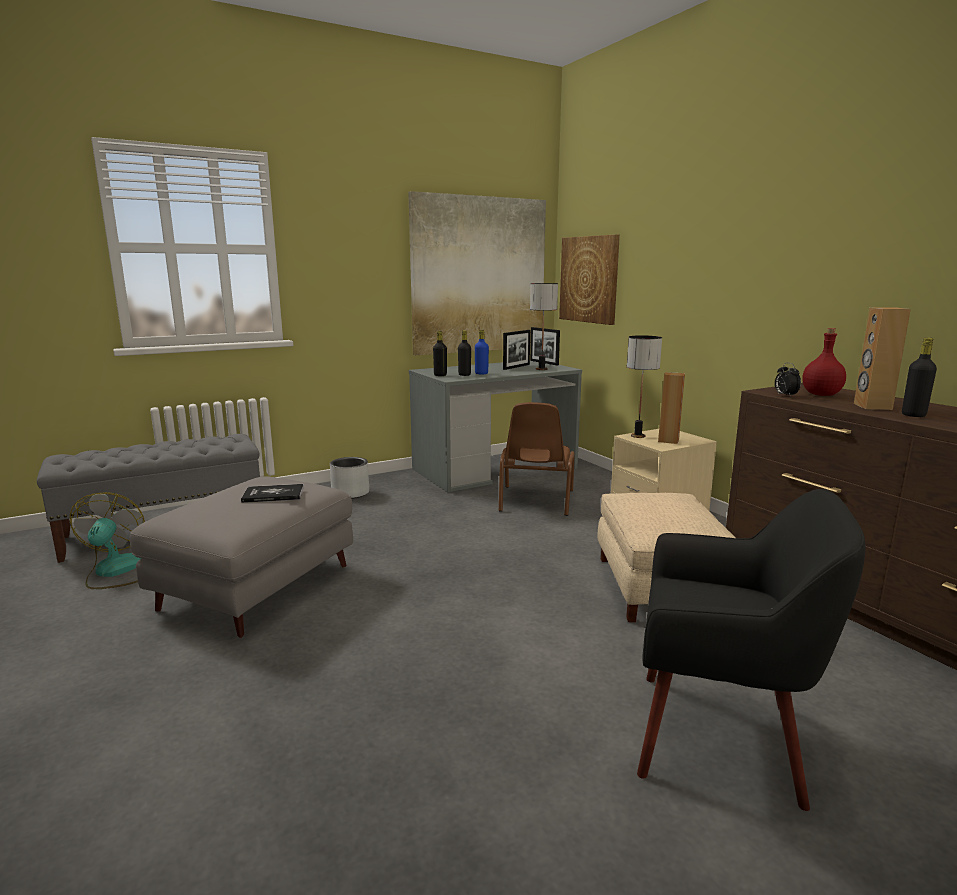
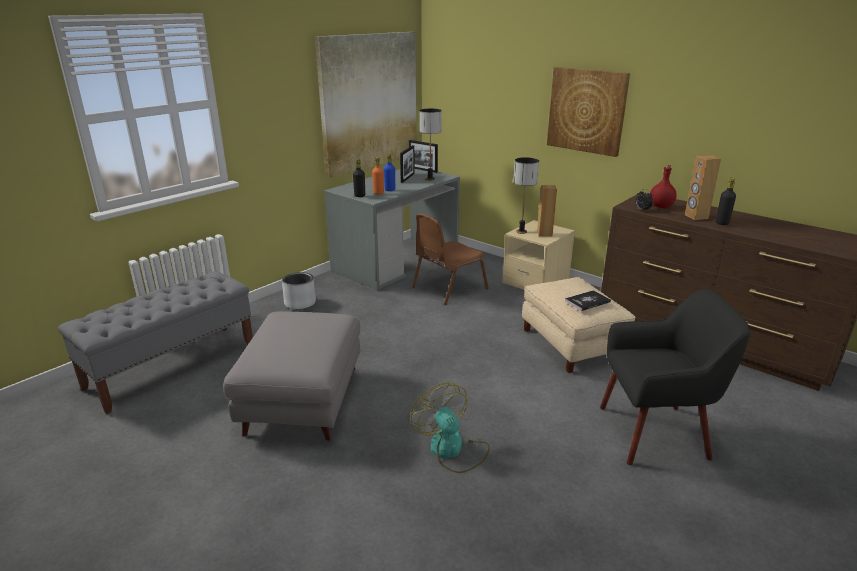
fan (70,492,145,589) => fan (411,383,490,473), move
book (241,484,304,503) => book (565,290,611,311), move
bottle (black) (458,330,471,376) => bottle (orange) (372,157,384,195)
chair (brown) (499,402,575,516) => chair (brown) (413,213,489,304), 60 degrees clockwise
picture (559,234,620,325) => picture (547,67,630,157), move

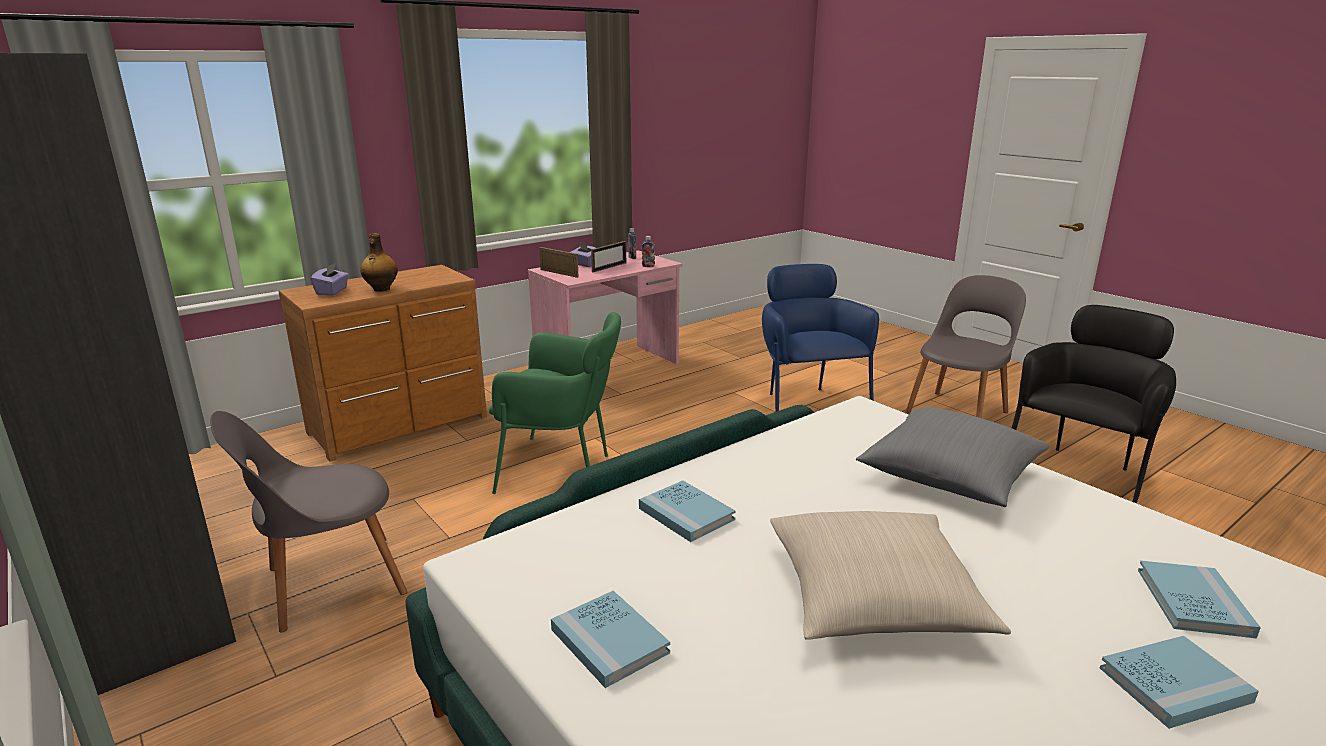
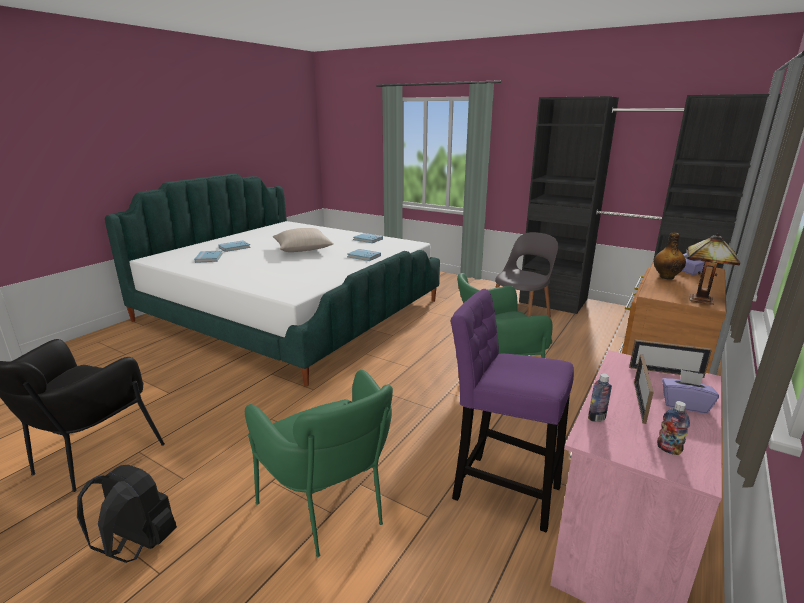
armchair (blue) (762,264,879,412) => armchair (green) (245,370,393,557)
pillow (grey) (856,407,1049,507) => nothing
chair (grey) (905,275,1026,418) => backpack (black) (77,465,177,563)
nothing => stool (purple) (451,289,574,532)
nothing => table lamp (688,233,740,305)

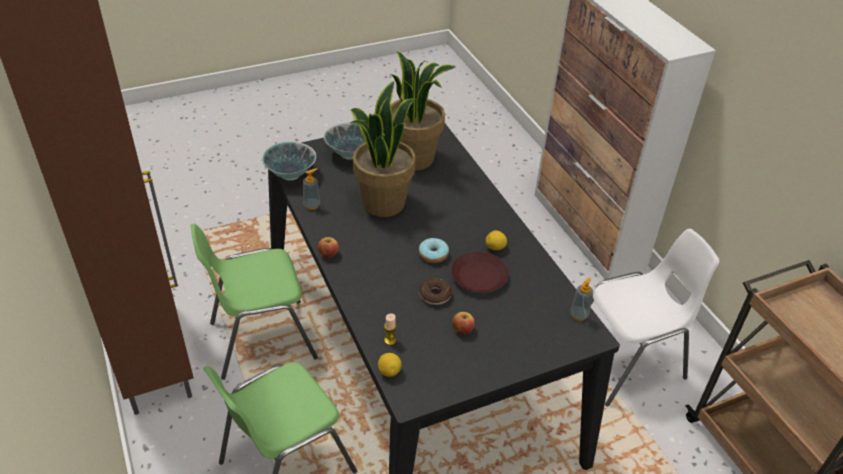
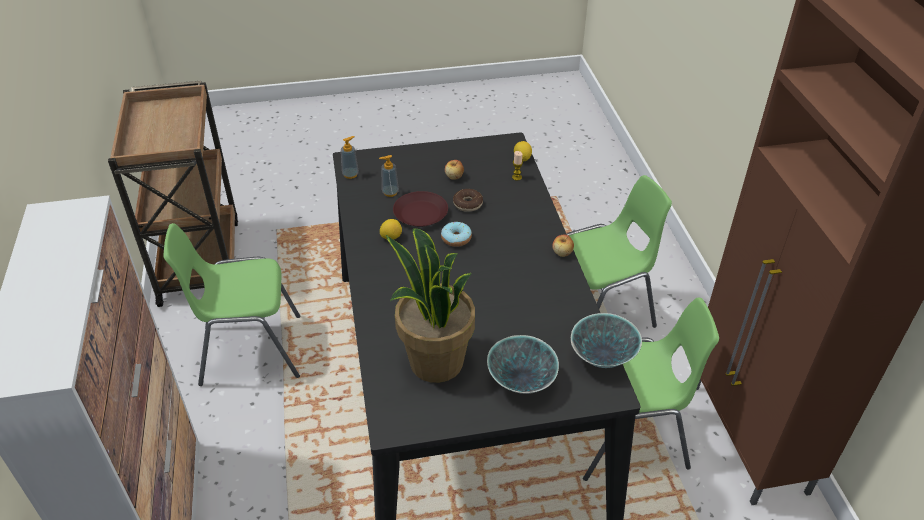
soap dispenser (303,168,320,210) => soap dispenser (379,155,399,197), move
potted plant (350,81,417,217) => nothing
chair (white) (591,229,719,406) => chair (green) (164,223,301,386)

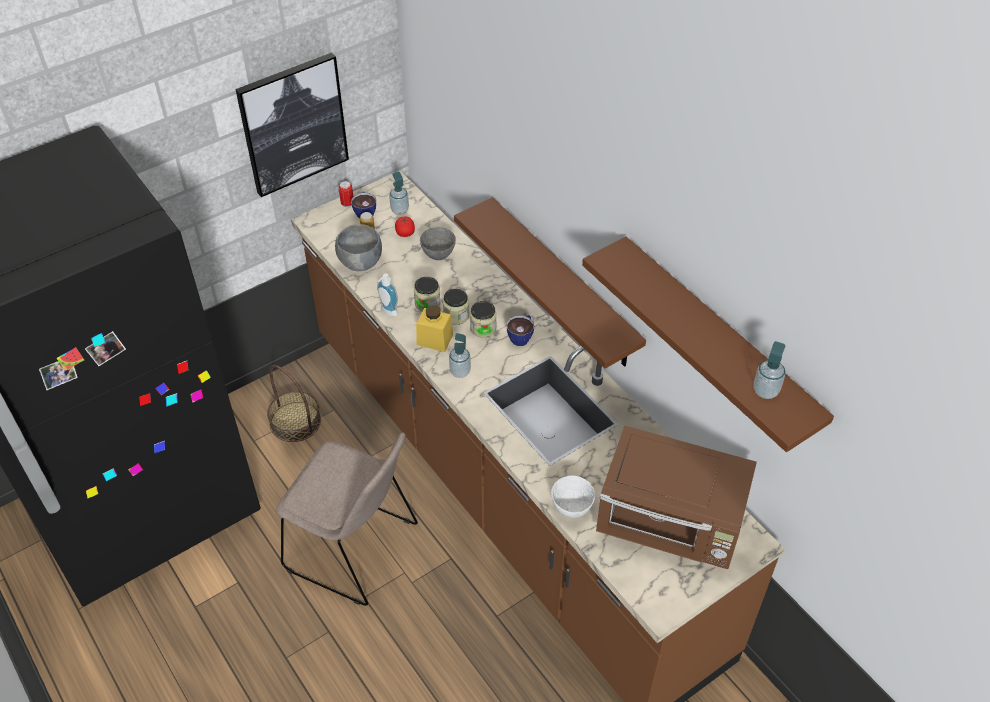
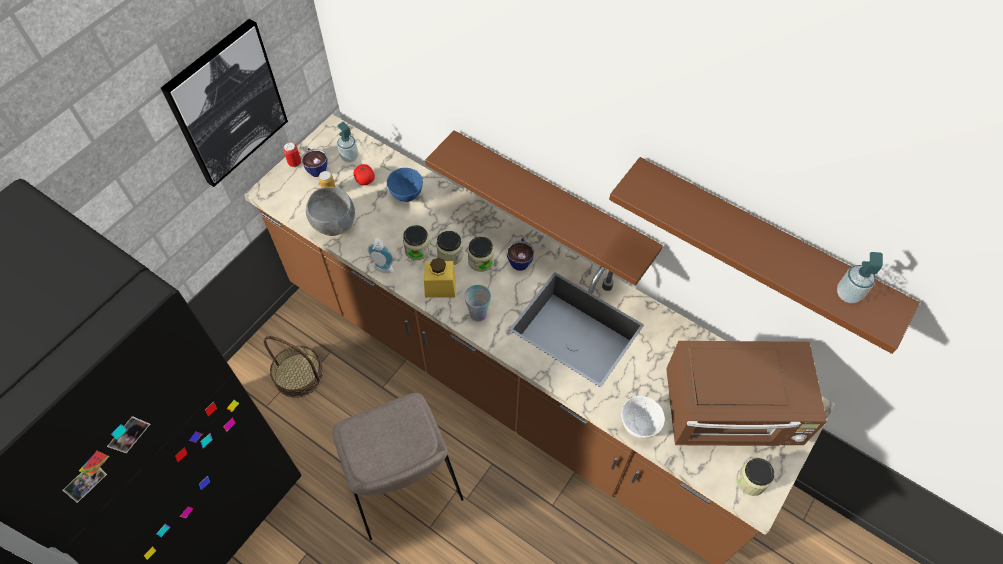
chair (beige) (276,432,418,606) => chair (beige) (333,393,464,540), 60 degrees clockwise
bowl (grey) (420,227,456,260) => bowl (blue) (387,168,423,202)
soap dispenser (449,333,471,378) => cup (464,285,491,321)
nothing => jar (736,458,774,496)

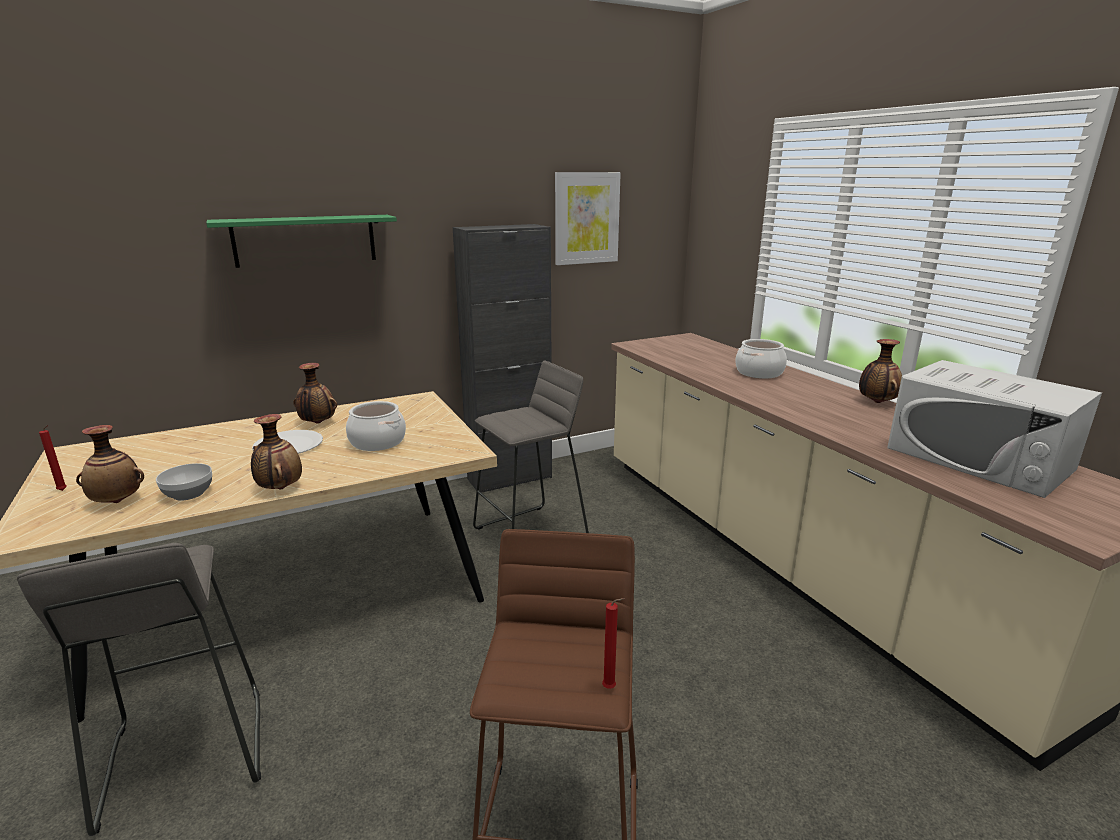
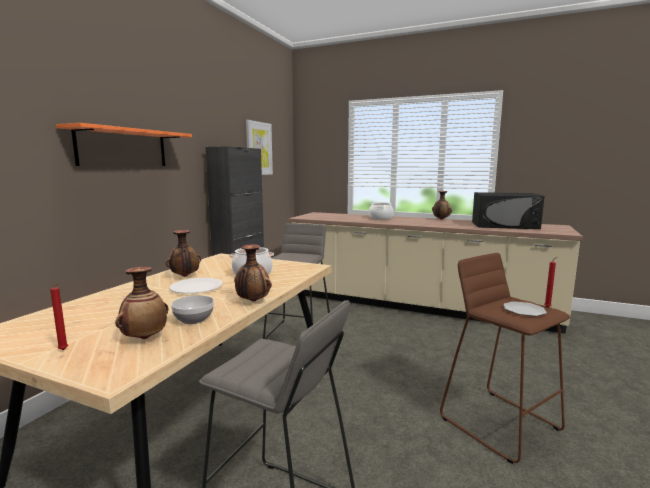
shelf (green) (206,215,397,268) => shelf (orange) (56,123,192,166)
microwave (white) (887,360,1102,498) => microwave (black) (472,192,544,229)
nothing => plate (503,301,547,316)

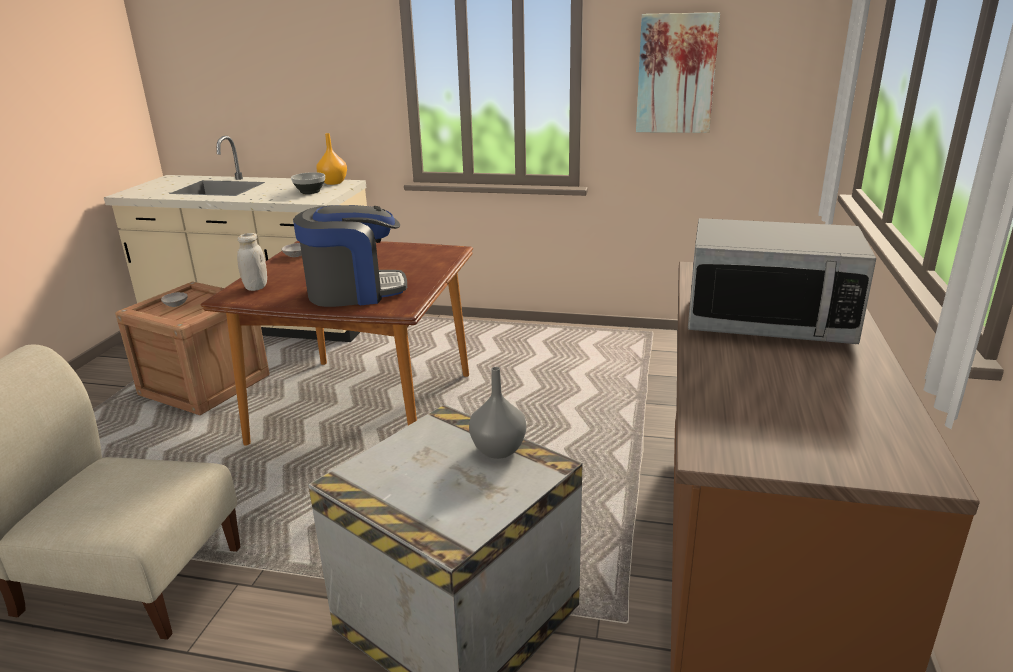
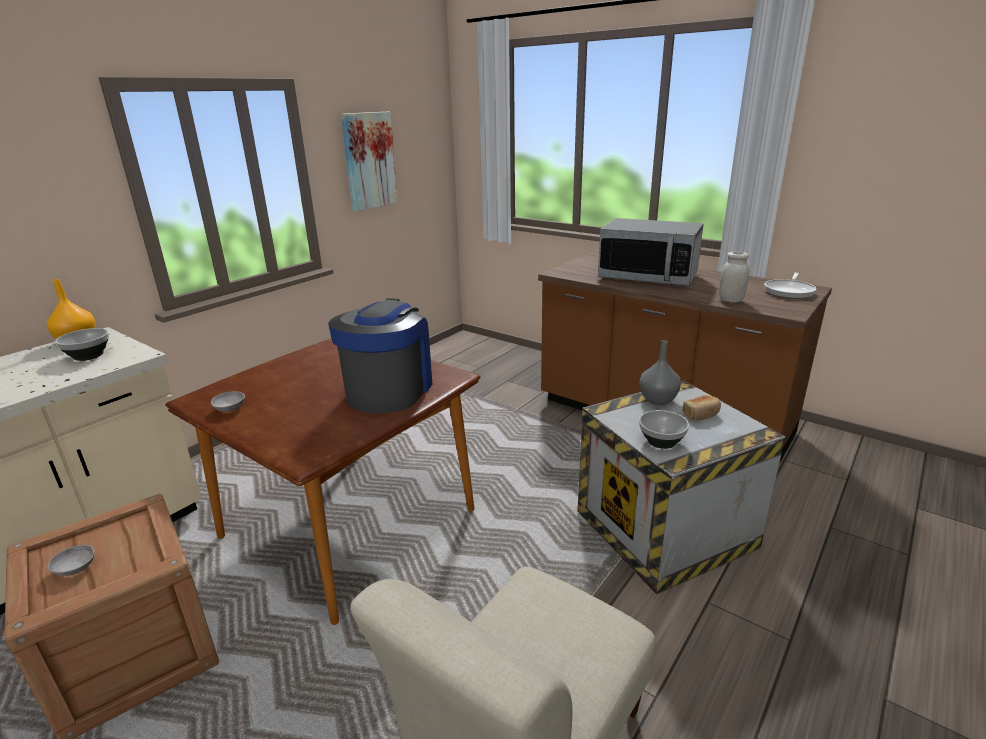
jar (white) (237,233,267,291) => jar (white) (719,252,749,302), move
microwave (688,218,876,344) => microwave (598,218,704,286), 75 degrees clockwise
nothing => bowl (639,410,689,449)
nothing => bread (682,395,721,421)
nothing => frying pan (764,273,816,299)

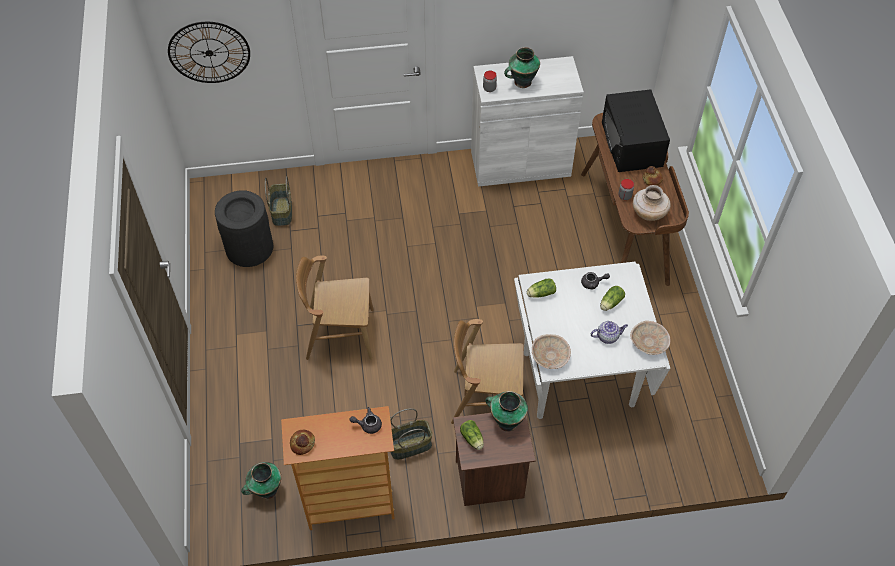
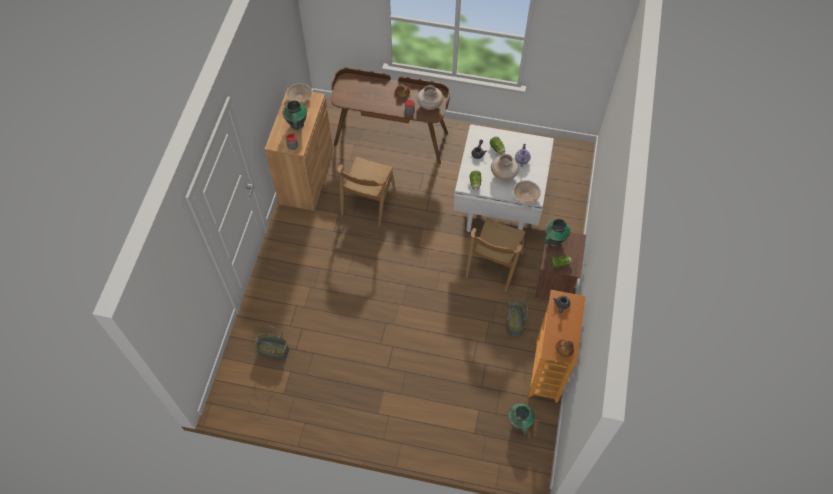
wall clock (168,22,250,83) => nothing
trash can (black) (215,190,273,267) => nothing
chair (brown) (296,256,374,360) => chair (brown) (338,156,396,226), move
cabinet (white) (471,56,584,187) => cabinet (brown) (264,88,333,211)
microwave (black) (602,89,670,172) => nothing
bowl (beige) (630,321,670,355) => bowl (beige) (286,83,312,103), move
nothing => vase (beige) (491,154,519,181)

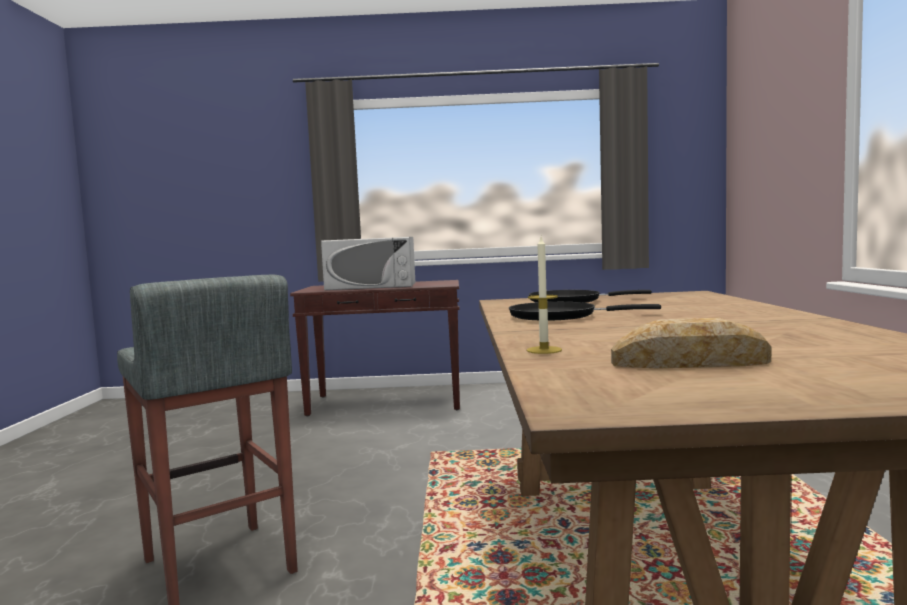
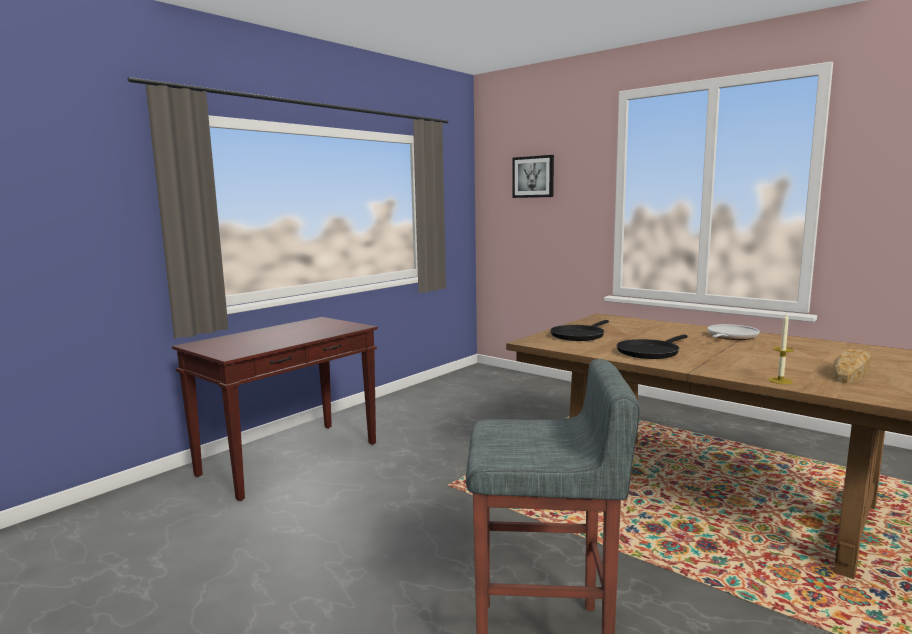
microwave (white) (321,237,415,290) => nothing
nothing => picture (512,155,554,198)
nothing => frying pan (708,324,760,340)

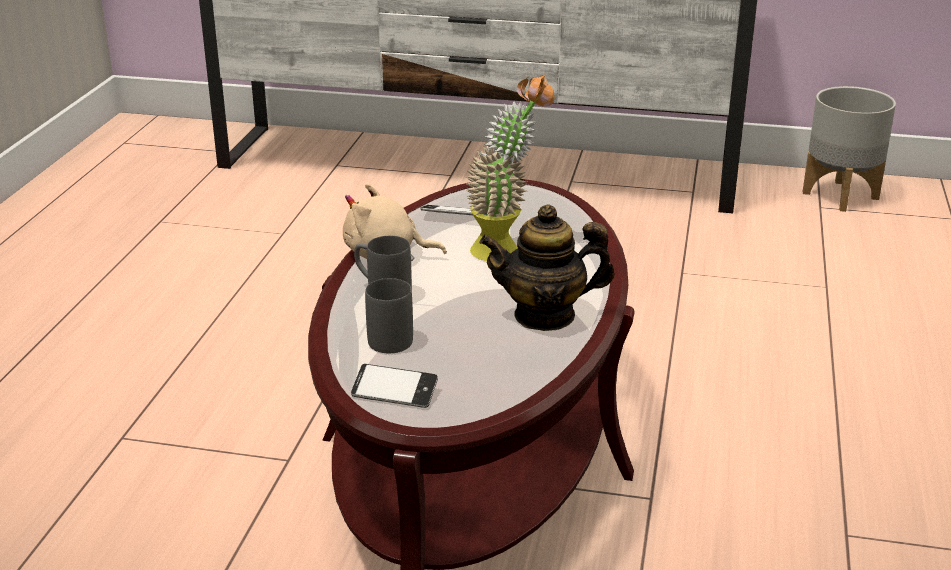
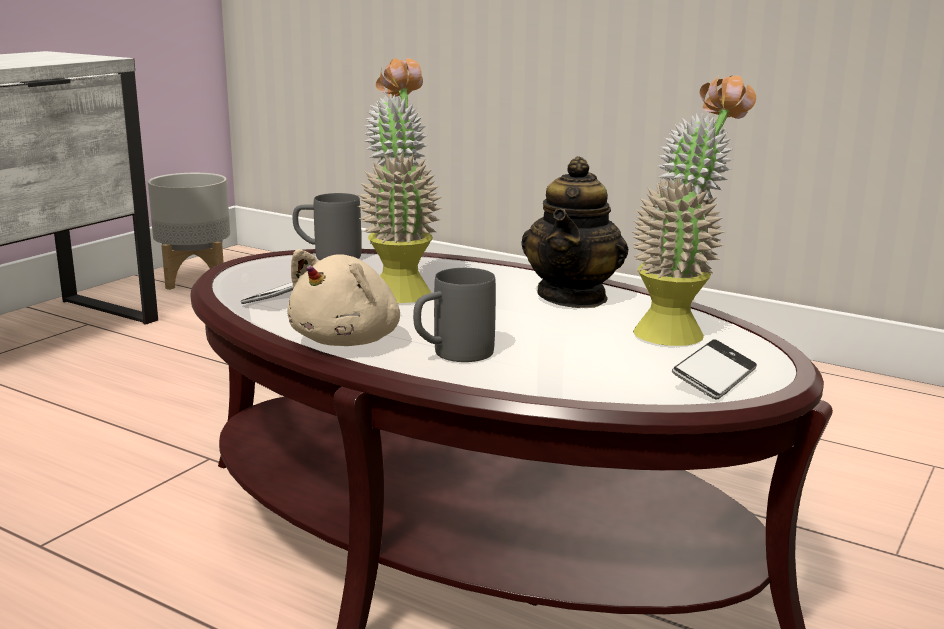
mug (grey) (365,278,413,353) => mug (grey) (293,193,361,260), move
nothing => potted plant (633,76,756,346)

